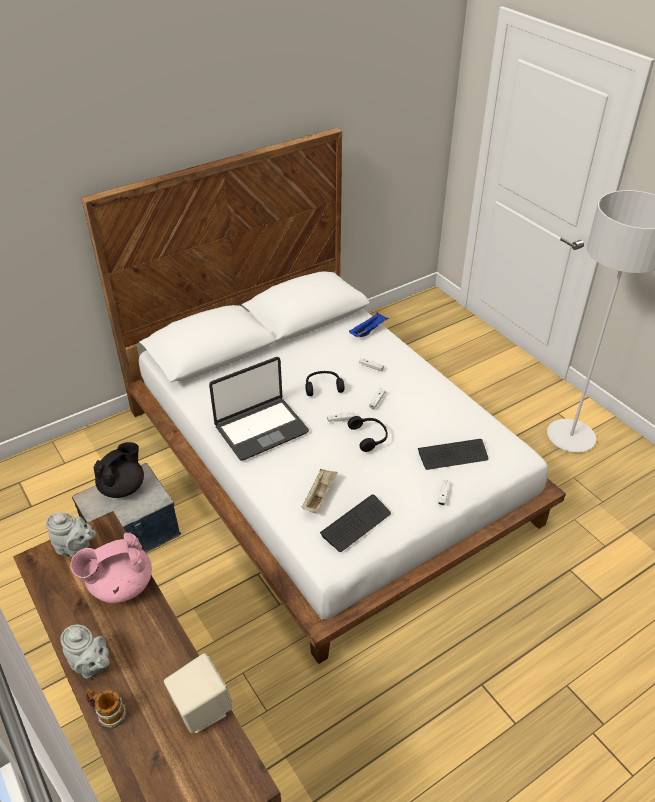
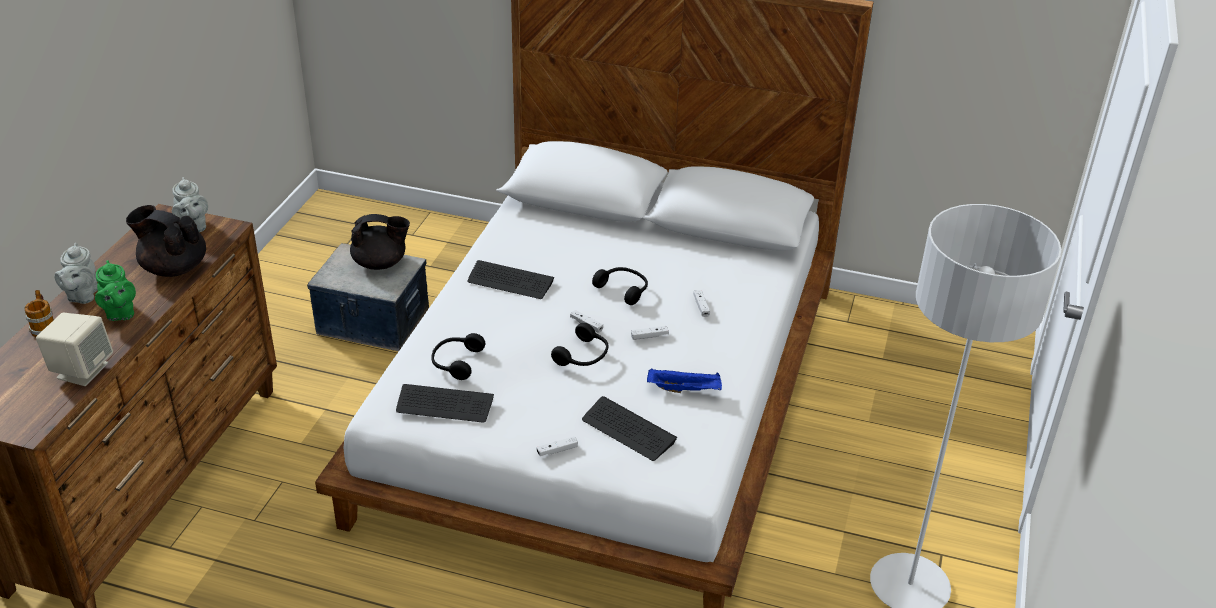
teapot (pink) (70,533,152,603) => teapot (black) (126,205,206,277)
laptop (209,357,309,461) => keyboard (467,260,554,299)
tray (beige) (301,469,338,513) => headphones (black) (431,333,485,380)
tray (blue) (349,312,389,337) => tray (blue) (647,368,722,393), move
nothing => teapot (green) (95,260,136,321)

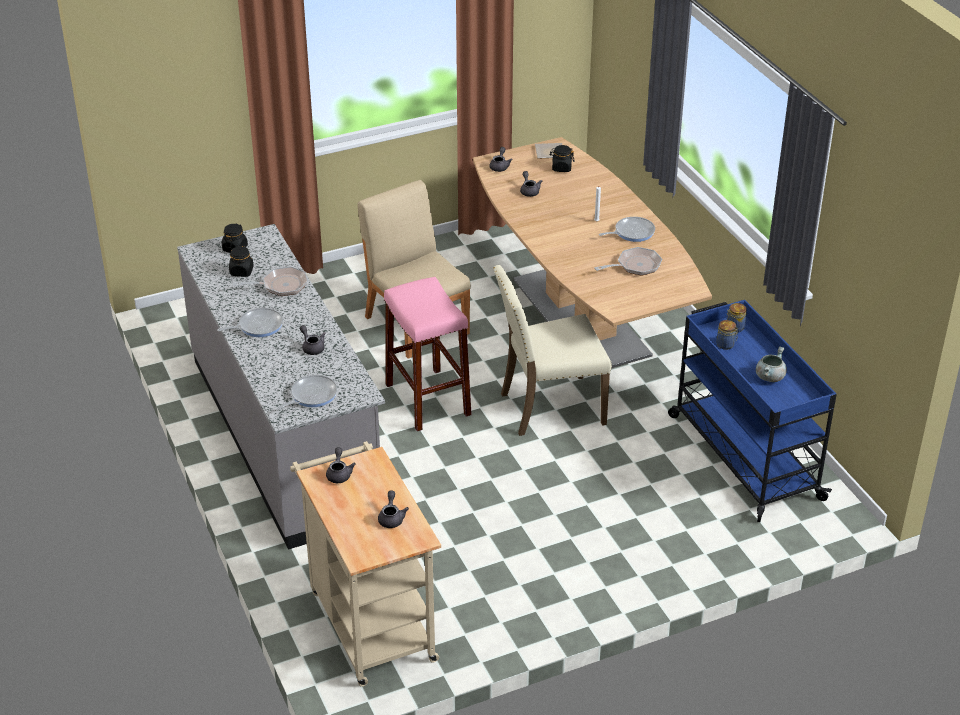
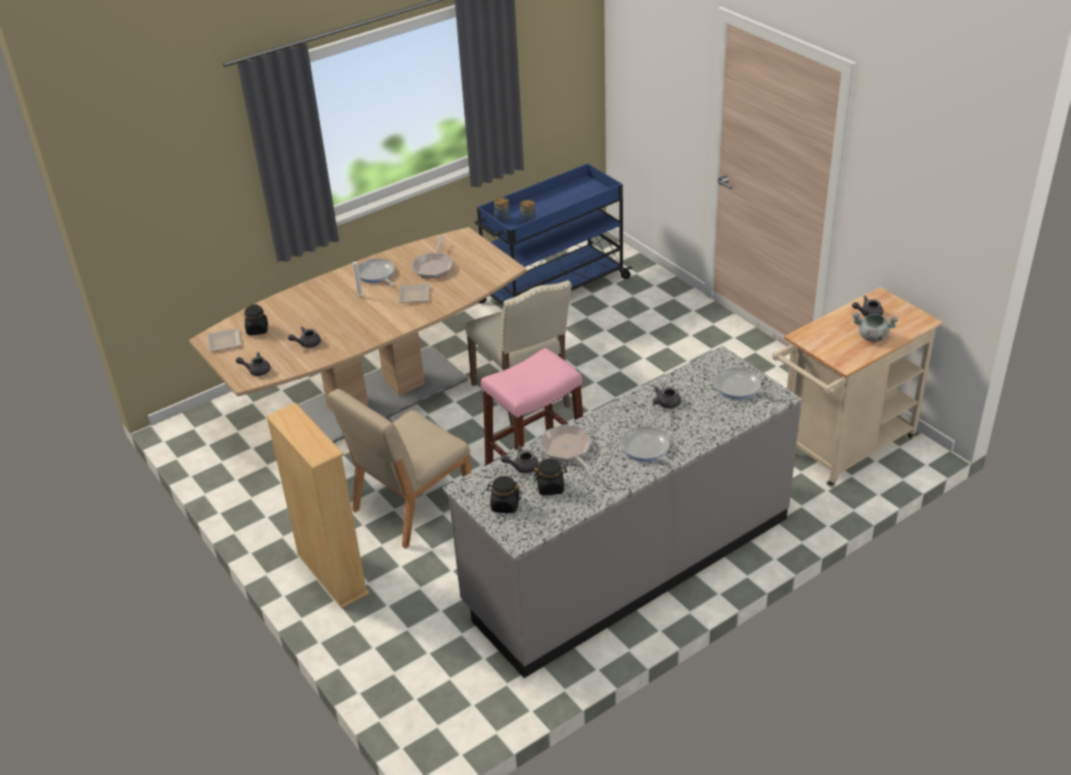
teapot (grey) (326,447,356,483) => teapot (grey) (501,445,539,473), move
frying pan (594,247,662,276) => frying pan (411,236,453,279), 135 degrees counterclockwise
cooking pot (grey) (756,346,787,382) => cooking pot (grey) (852,313,898,342), move
nothing => bookcase (beige) (266,403,370,608)
nothing => plate (399,284,430,303)

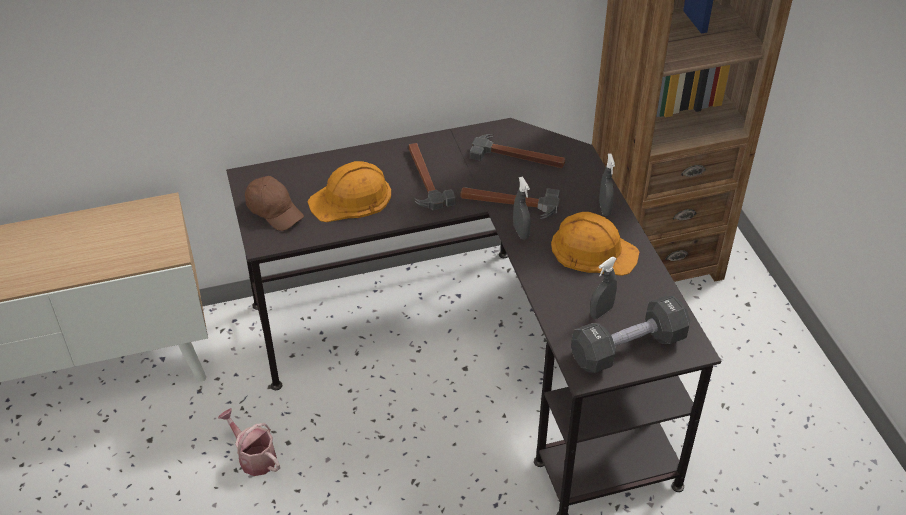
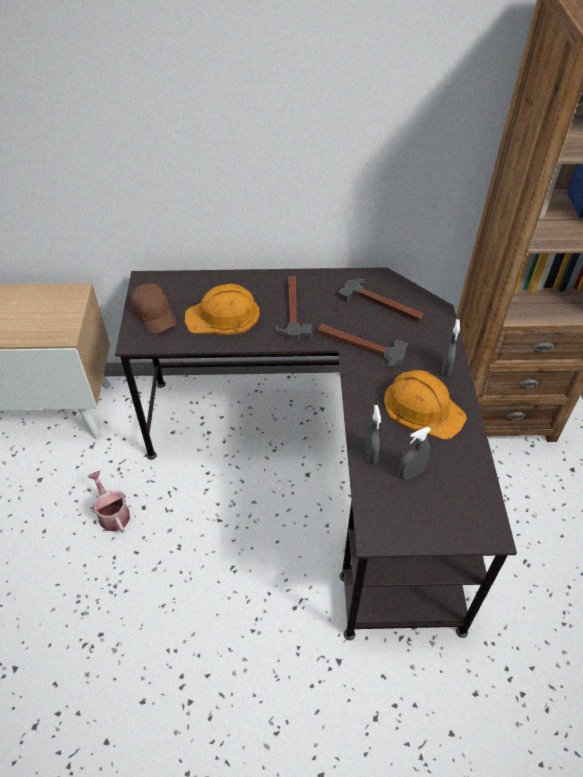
spray bottle (grey) (513,177,531,240) => spray bottle (grey) (365,405,381,465), move
dumbbell (black) (571,296,690,373) => nothing

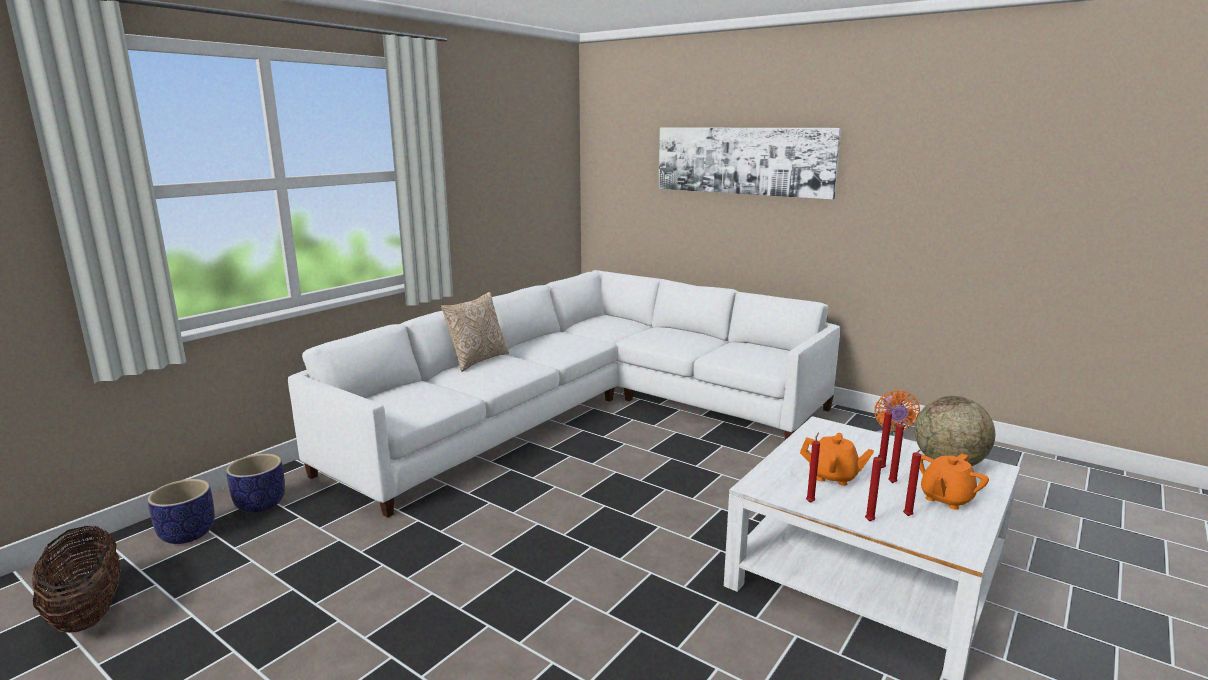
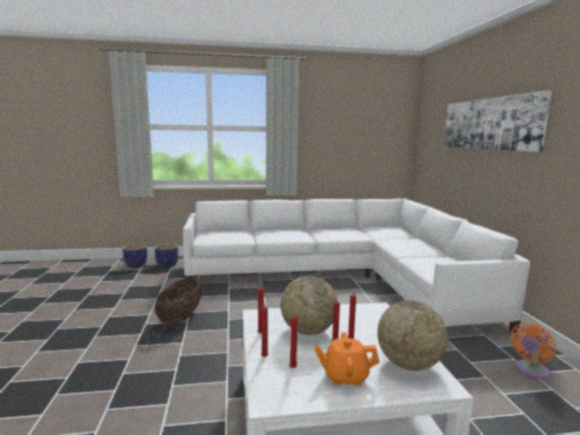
basket (32,525,121,633) => basket (155,278,202,325), move
pillow (441,292,509,372) => nothing
teapot (orange) (800,433,874,486) => globe (281,276,338,335)

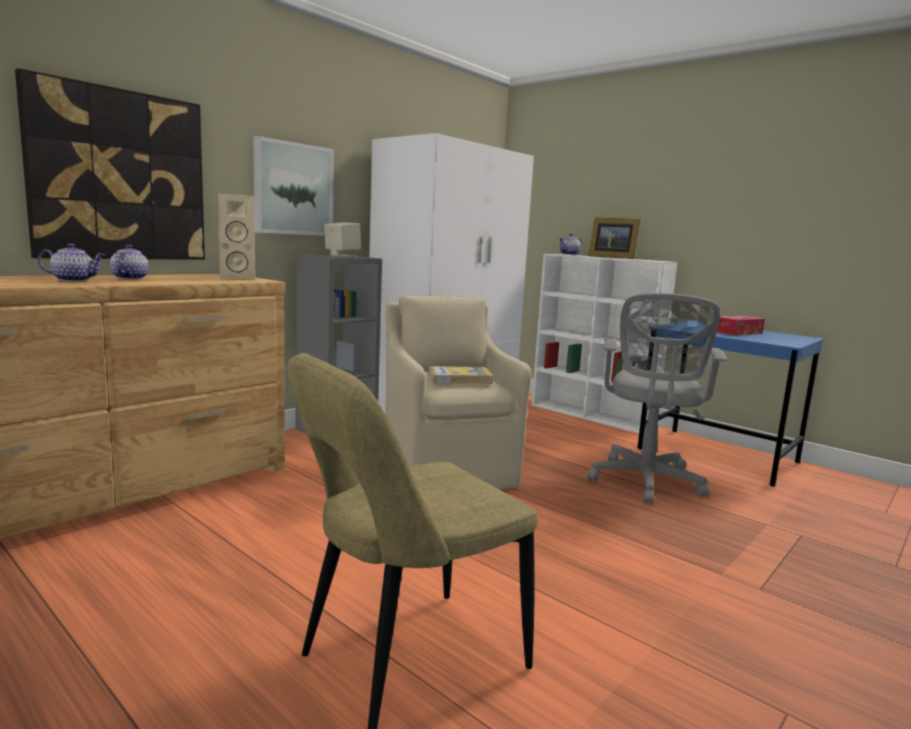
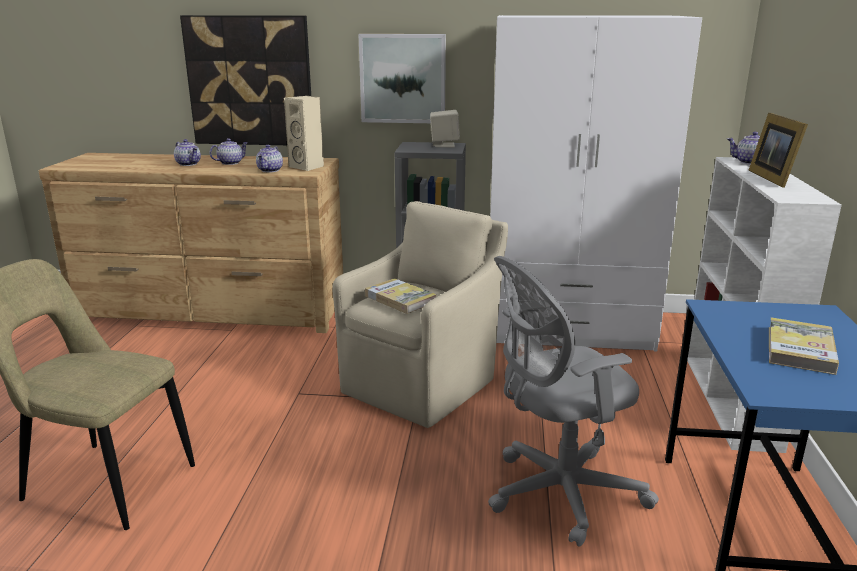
tissue box (717,316,765,335) => book (769,317,839,375)
nothing => teapot (256,145,283,172)

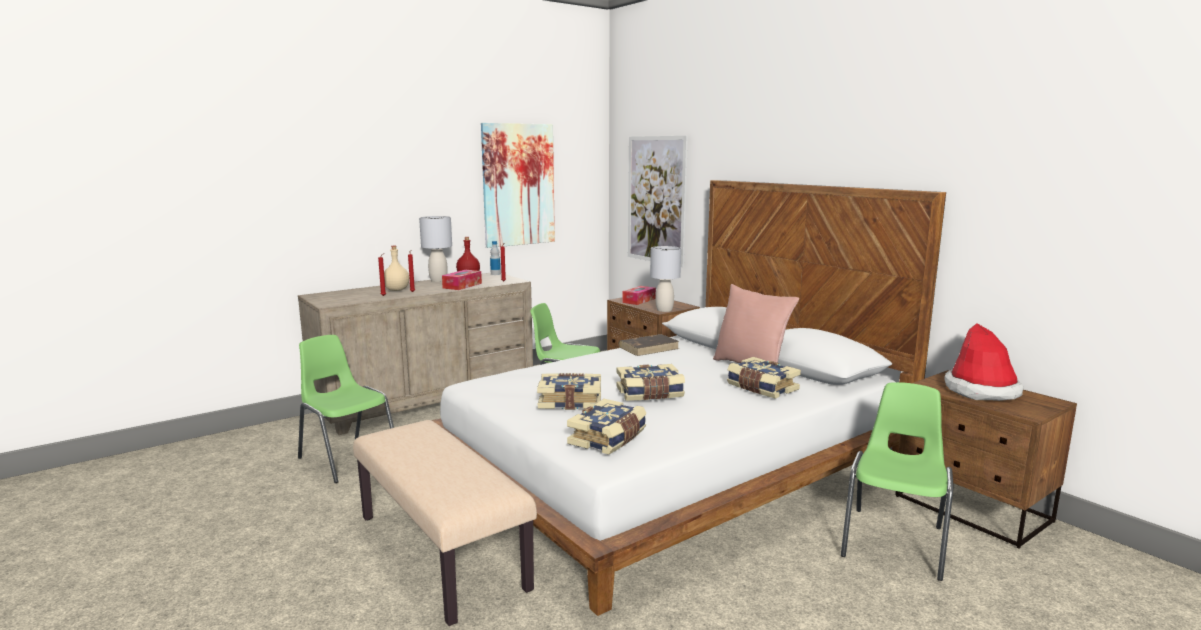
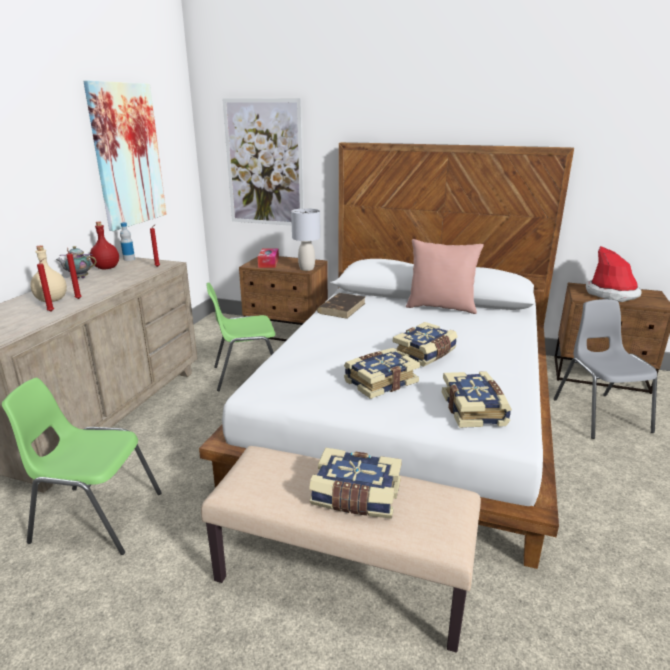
table lamp (grey) (419,216,452,282) => teapot (56,246,97,278)
tissue box (442,270,482,290) => nothing
book (727,357,801,399) => book (309,448,402,519), move
chair (green) (841,382,953,581) => chair (grey) (553,299,657,439)

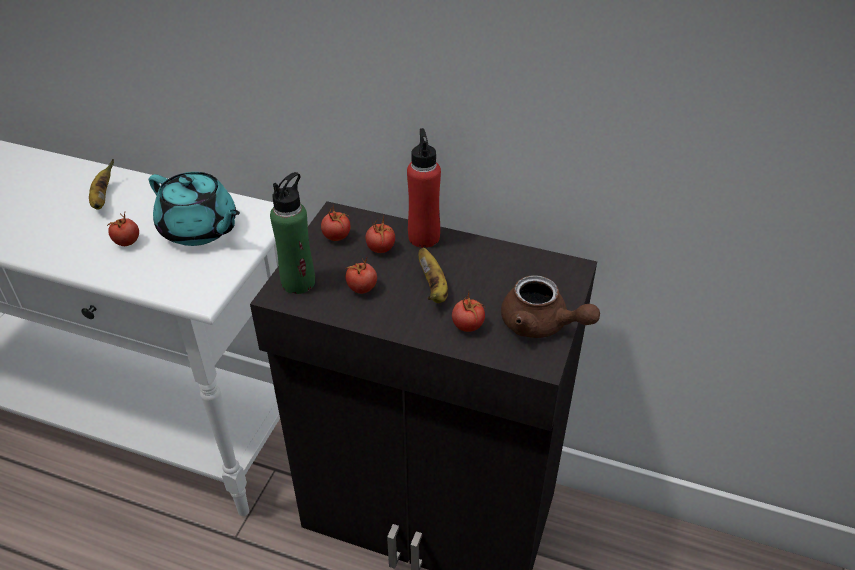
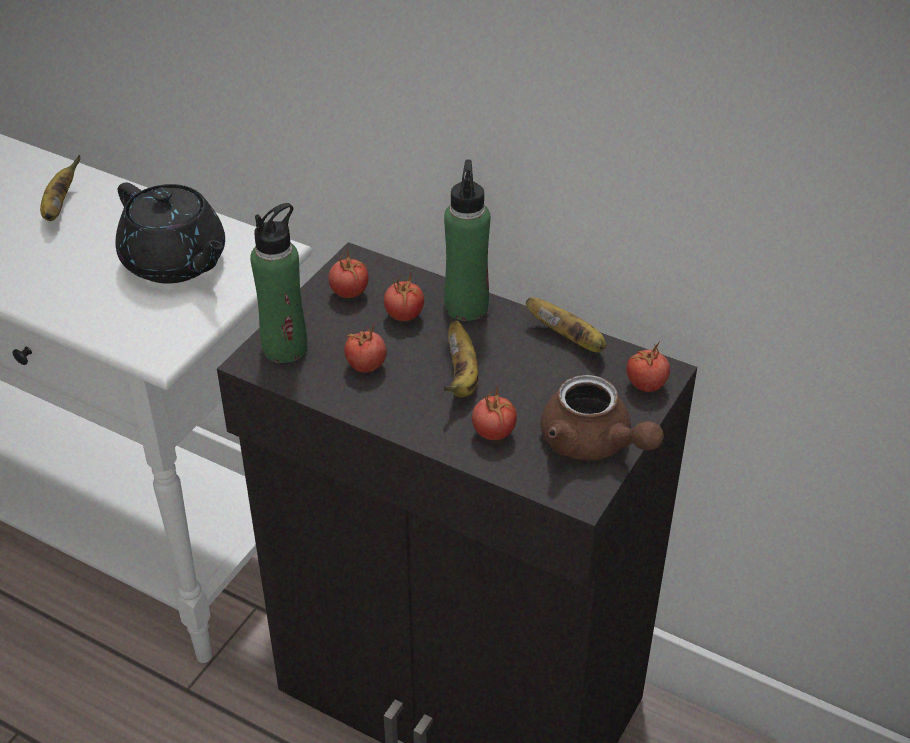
tomato (107,213,139,246) => tomato (627,341,670,392), move
teapot (turquoise) (149,172,240,246) => teapot (black) (116,182,225,283)
bottle (red) (407,128,441,248) => bottle (green) (444,160,490,321)
nothing => banana (526,297,606,353)

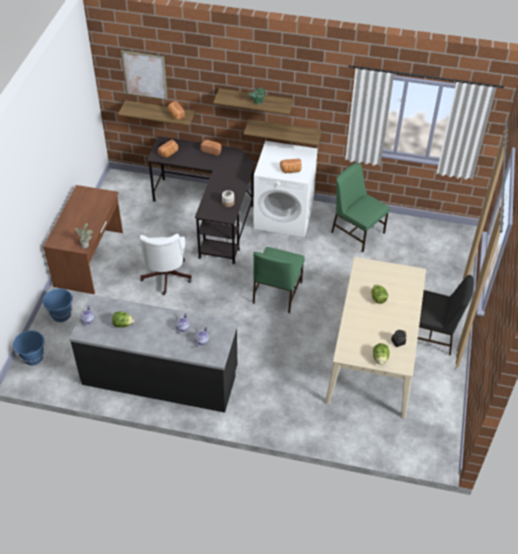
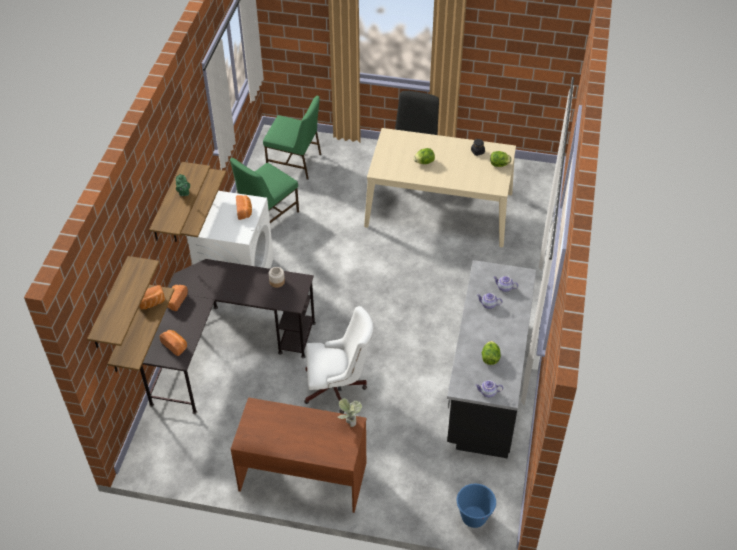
bucket (blue) (43,288,73,322) => nothing
picture (121,50,168,100) => shelf (87,256,159,348)
chair (green) (253,247,305,313) => chair (green) (263,96,321,180), move

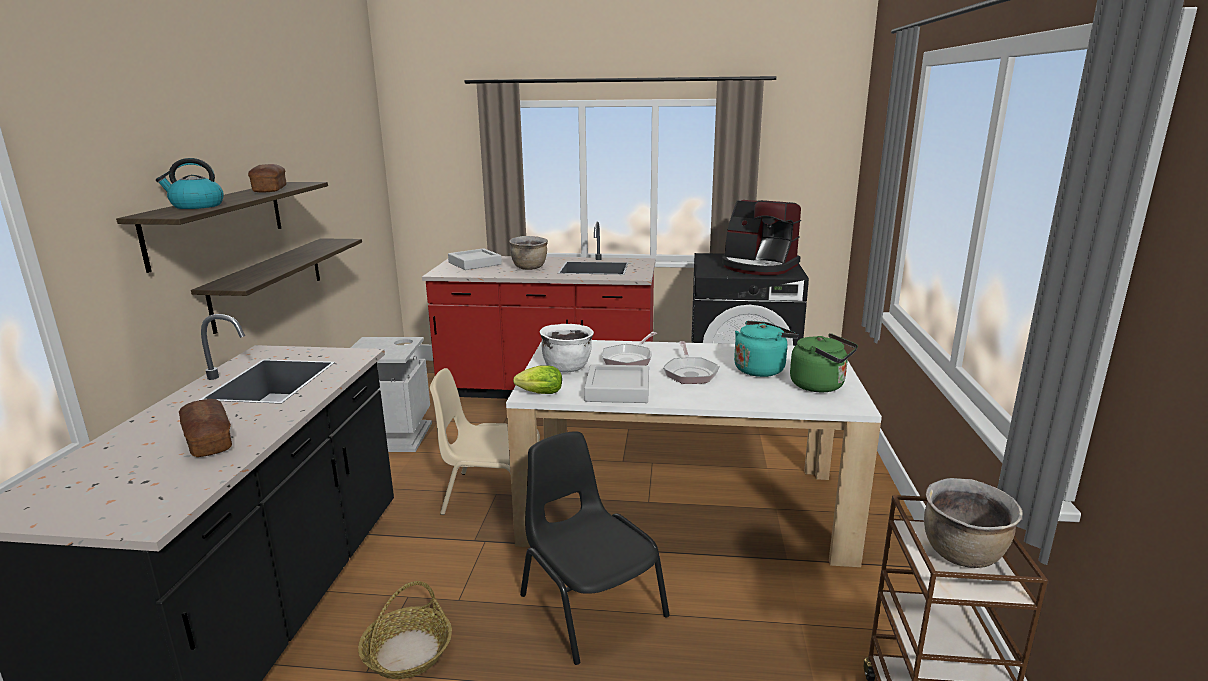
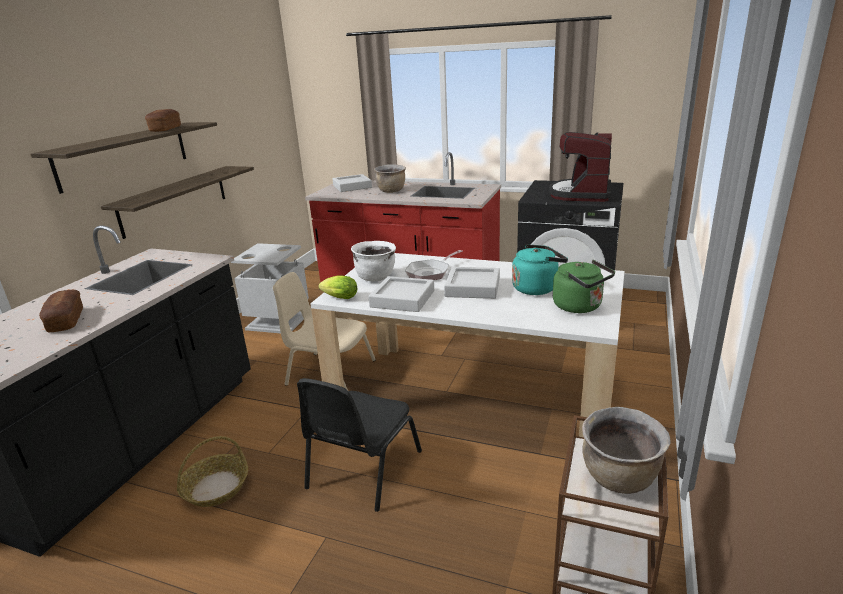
kettle (156,158,224,209) => nothing
chair (black) (520,432,670,665) => chair (black) (297,378,422,512), 135 degrees counterclockwise
frying pan (663,341,720,384) => tray (grey) (444,267,500,299)
coffee machine (722,200,801,275) => coffee machine (549,132,612,202), 60 degrees clockwise

